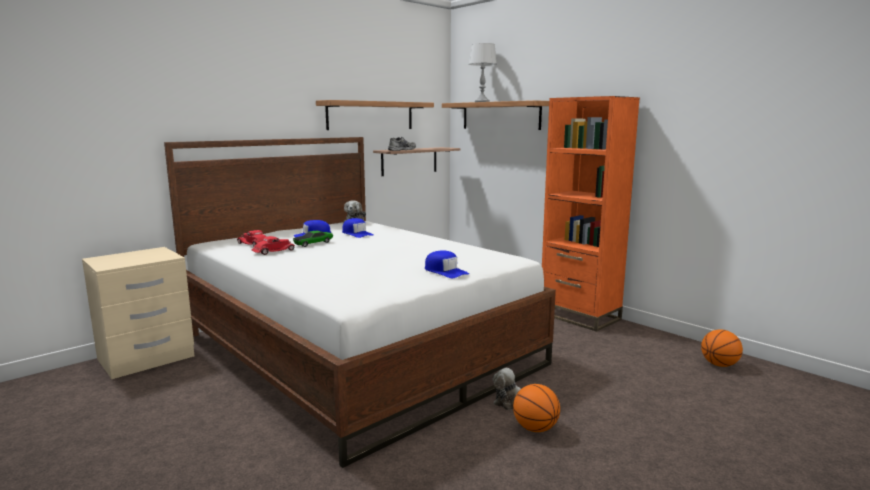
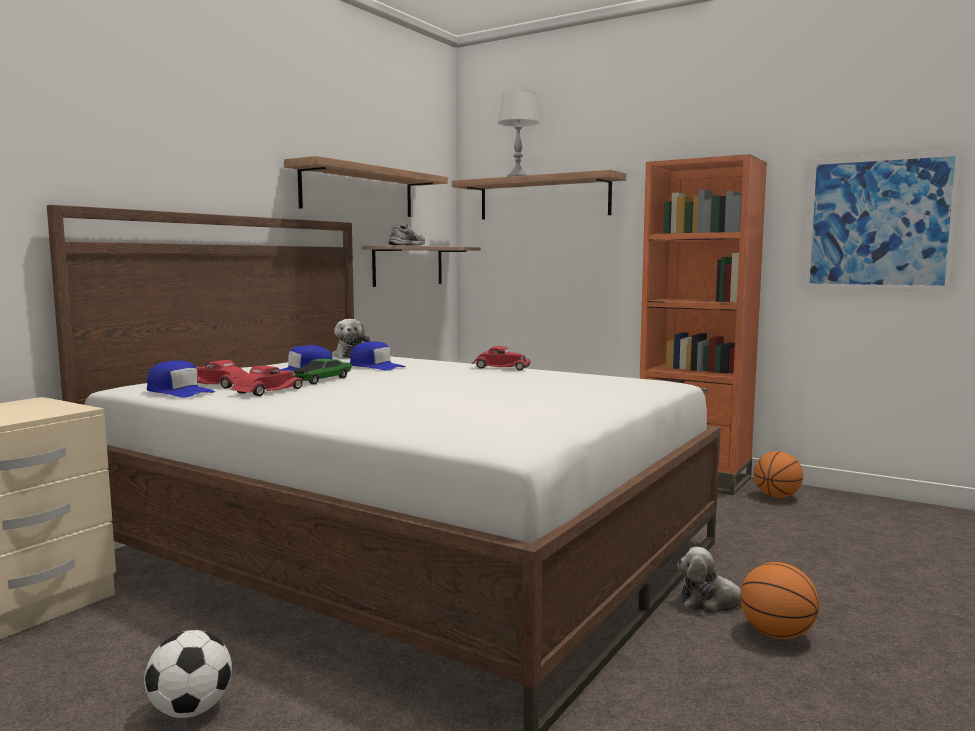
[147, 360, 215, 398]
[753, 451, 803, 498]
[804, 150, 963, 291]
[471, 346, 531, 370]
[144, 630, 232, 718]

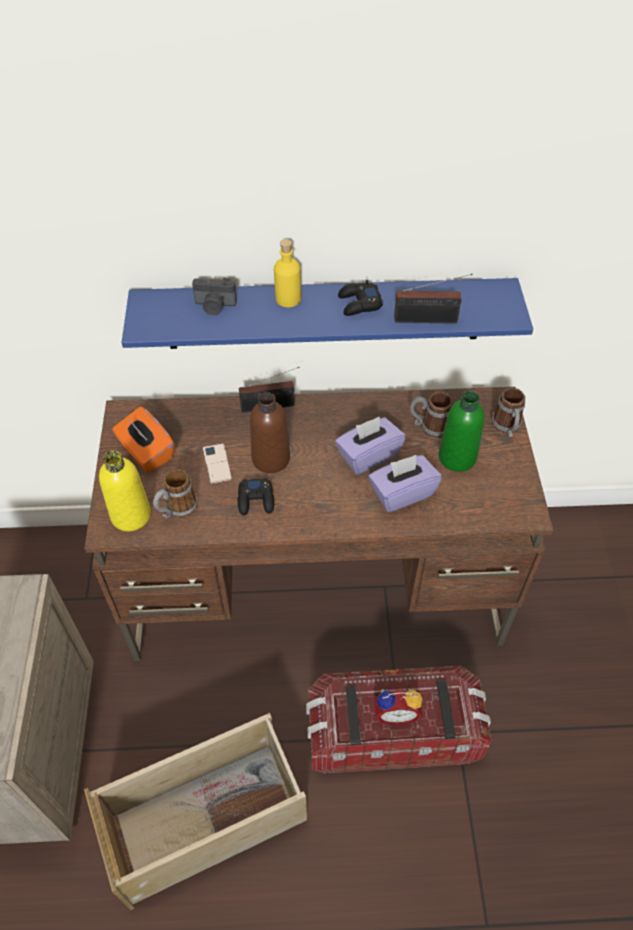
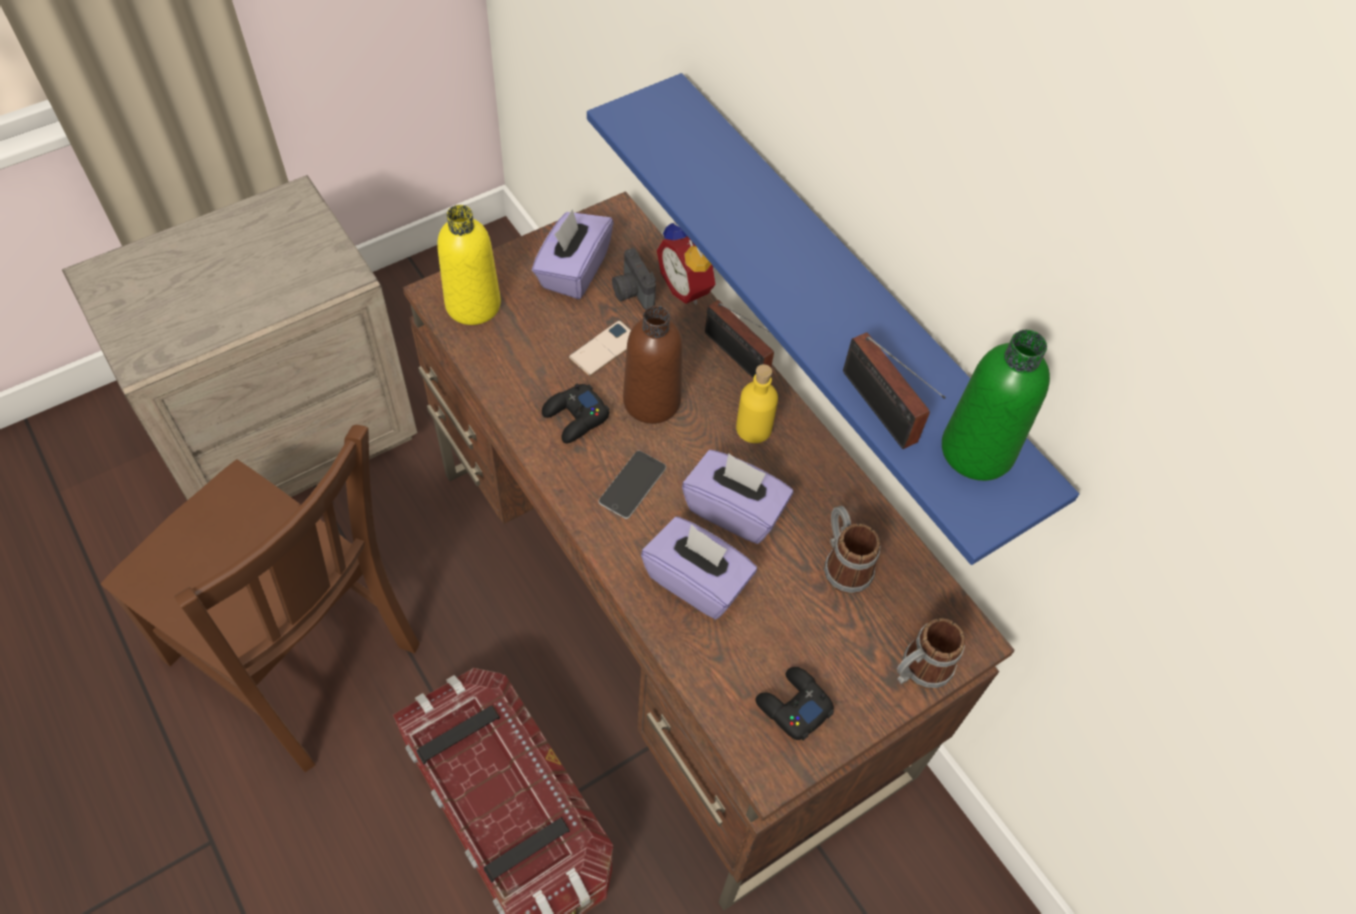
[736, 364, 778, 443]
[612, 248, 656, 310]
[755, 667, 834, 741]
[942, 330, 1050, 481]
[532, 209, 614, 299]
[153, 469, 198, 519] (first image)
[657, 222, 716, 305]
[101, 425, 420, 772]
[598, 451, 666, 519]

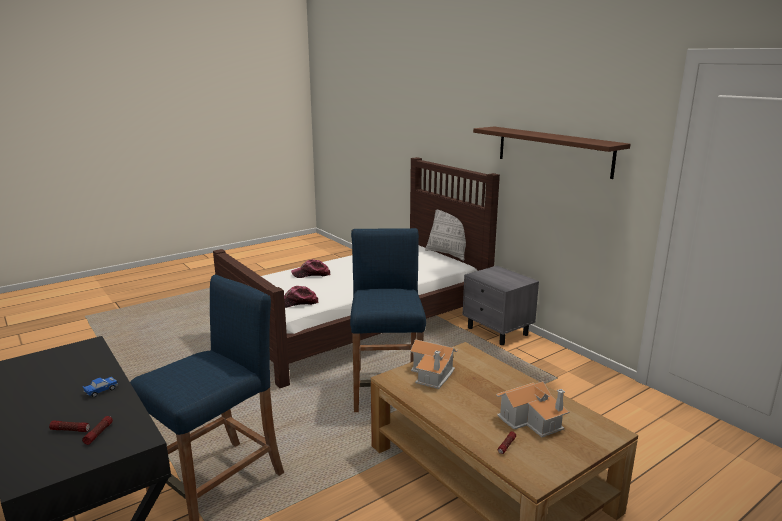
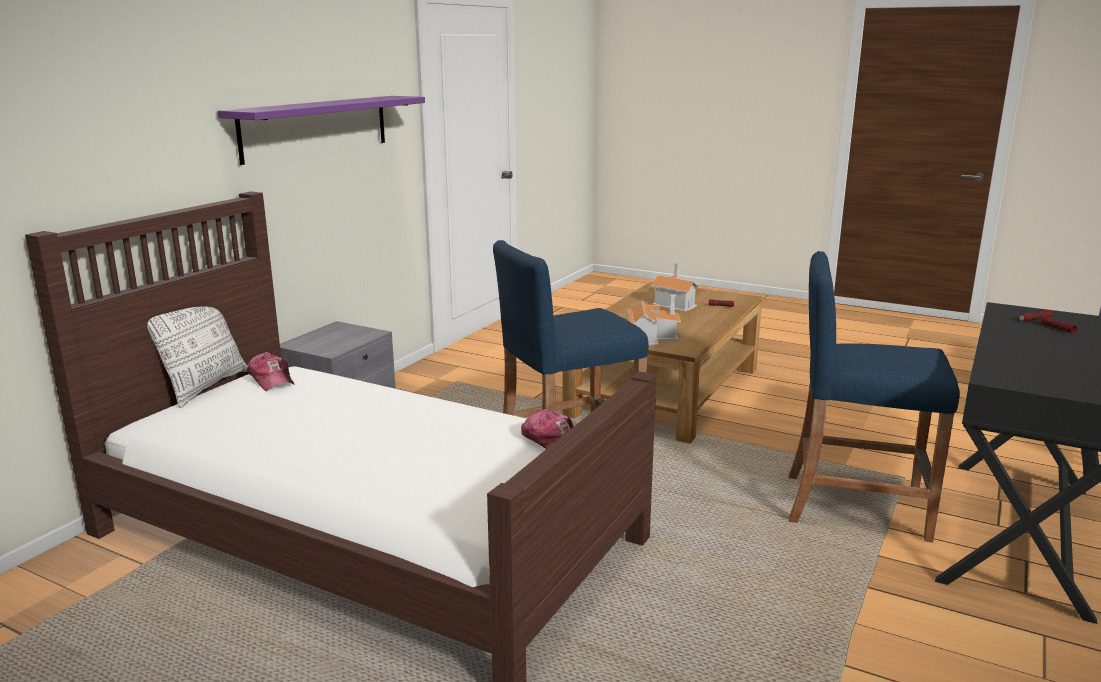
[217, 96, 425, 165]
[247, 352, 295, 391]
[82, 377, 118, 397] (first image)

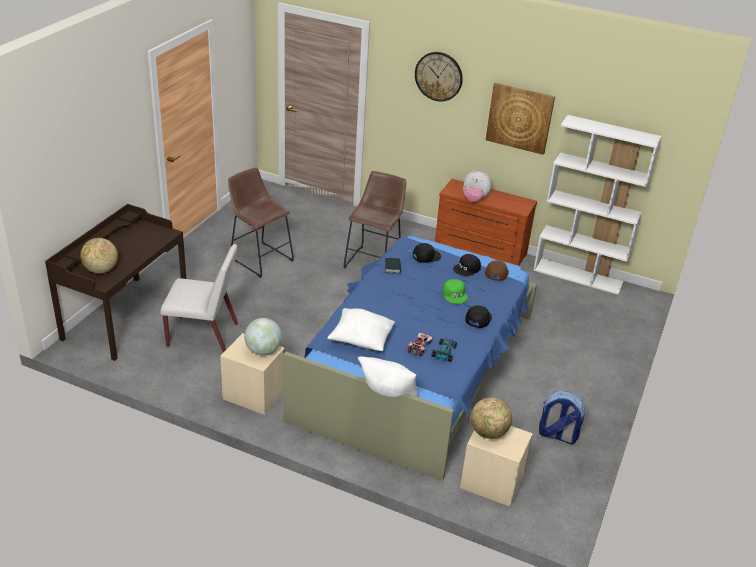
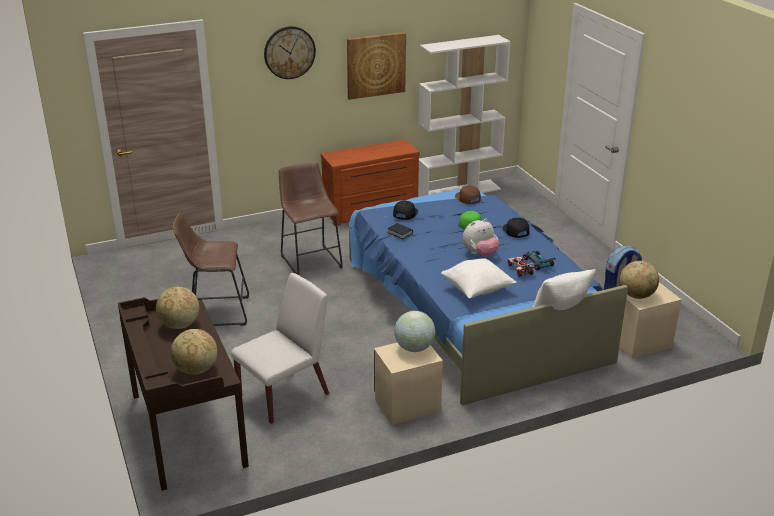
[462, 219, 500, 257]
[453, 254, 481, 276] (first image)
[156, 287, 199, 329]

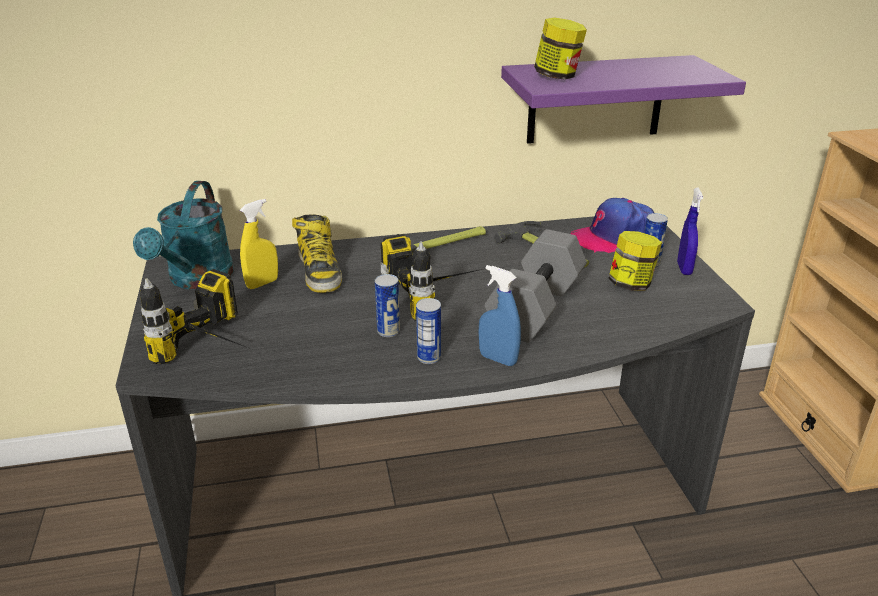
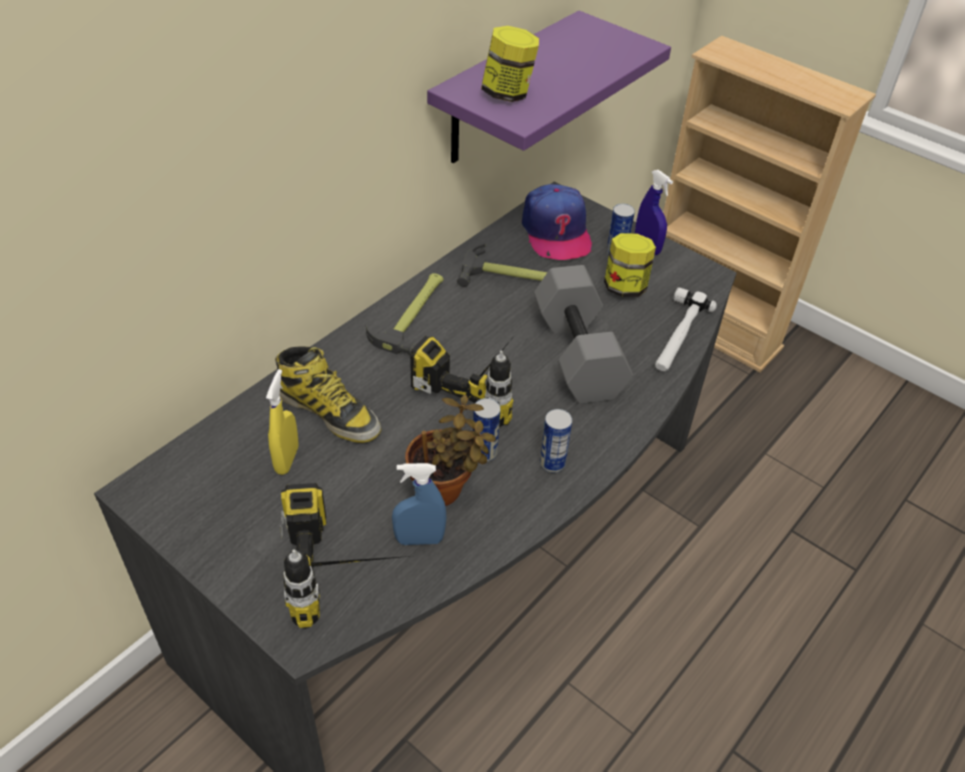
[133, 181, 234, 290] (first image)
[522, 184, 592, 260]
[392, 463, 446, 545]
[655, 287, 717, 371]
[405, 395, 496, 506]

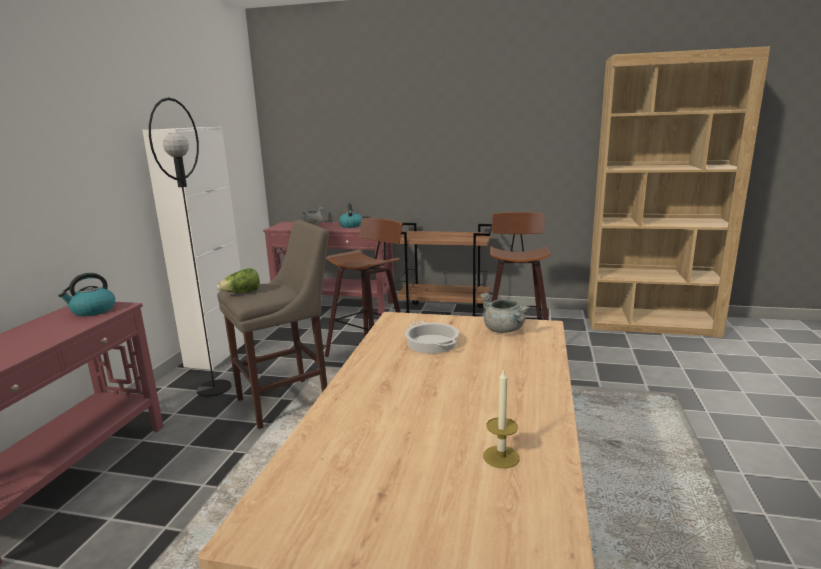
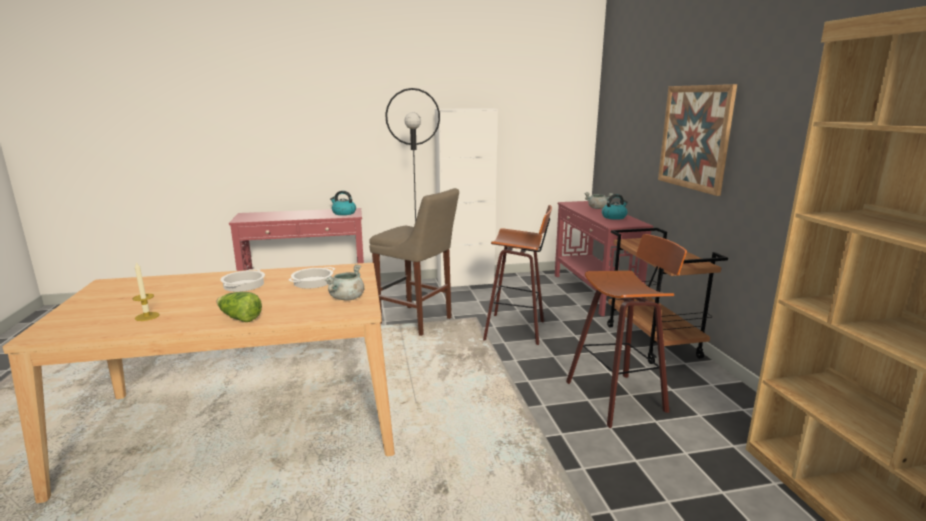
[216, 292, 262, 322]
[658, 84, 737, 196]
[220, 269, 265, 292]

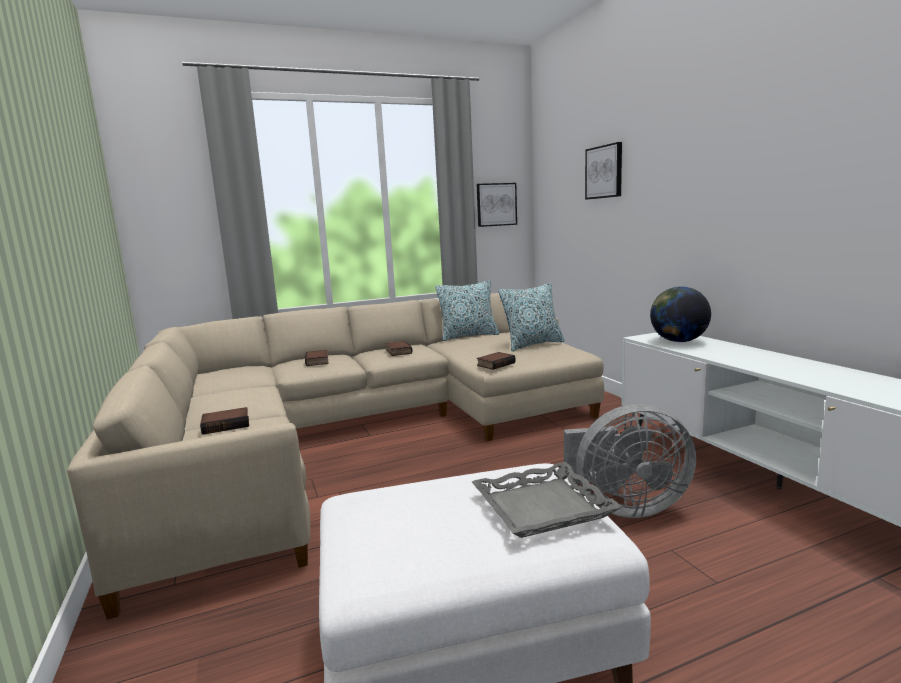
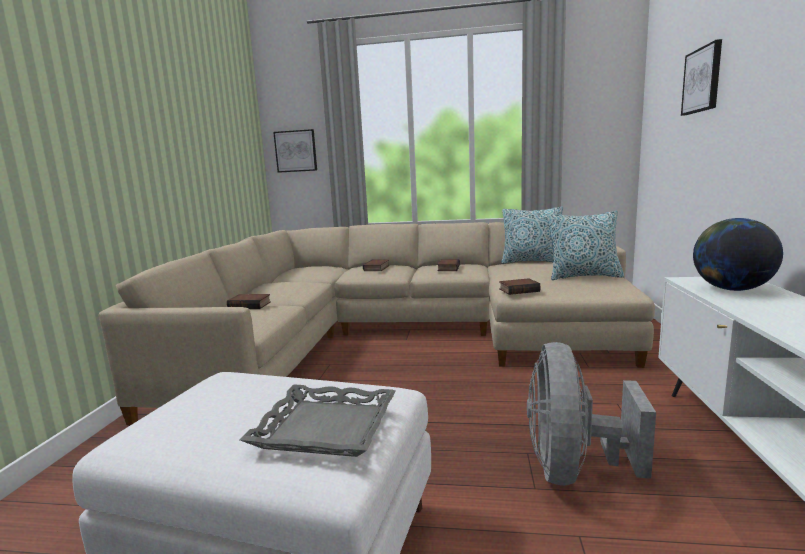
[273, 129, 317, 173]
[527, 342, 656, 486]

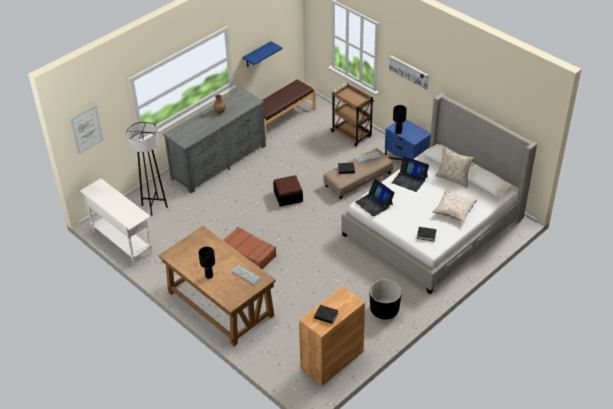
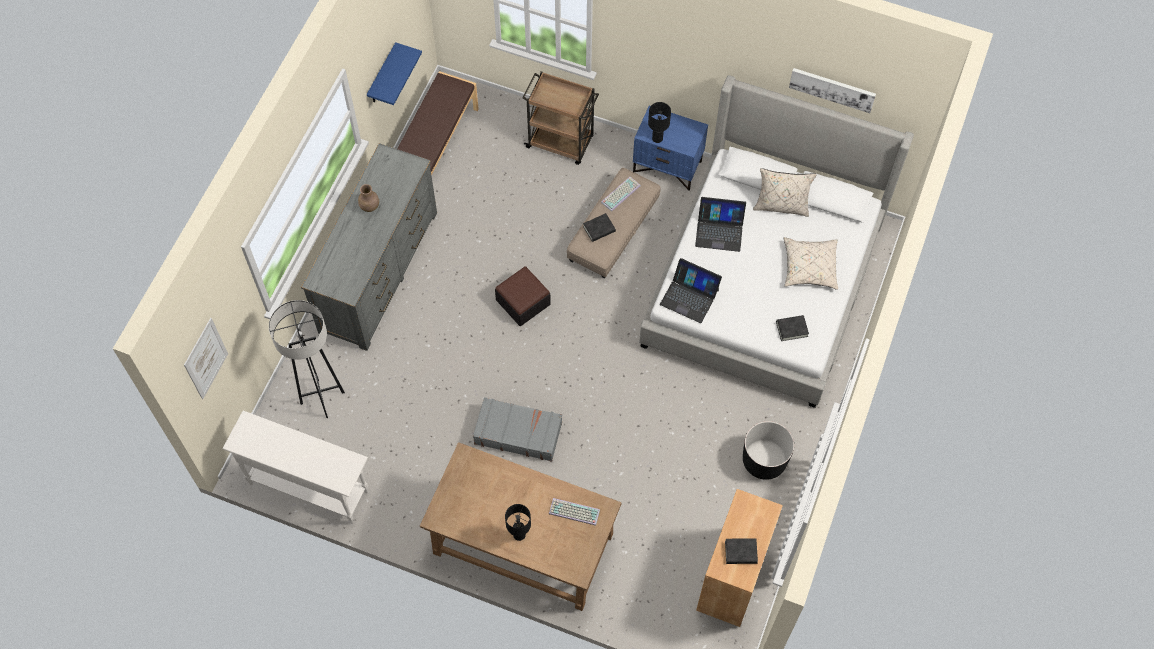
[789, 68, 876, 113]
[473, 397, 562, 462]

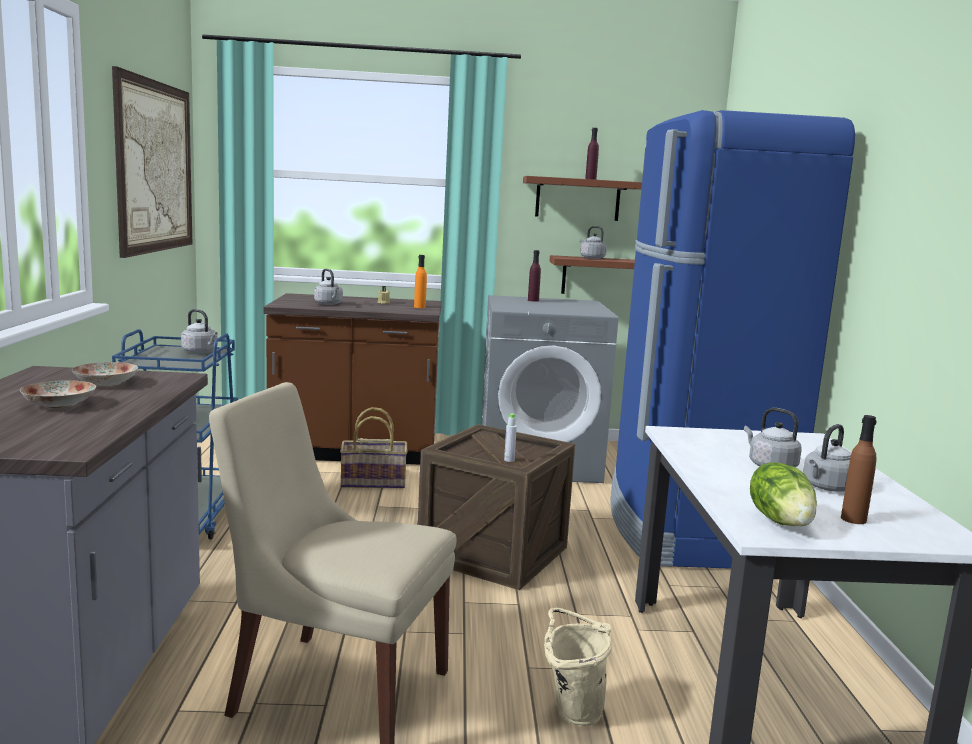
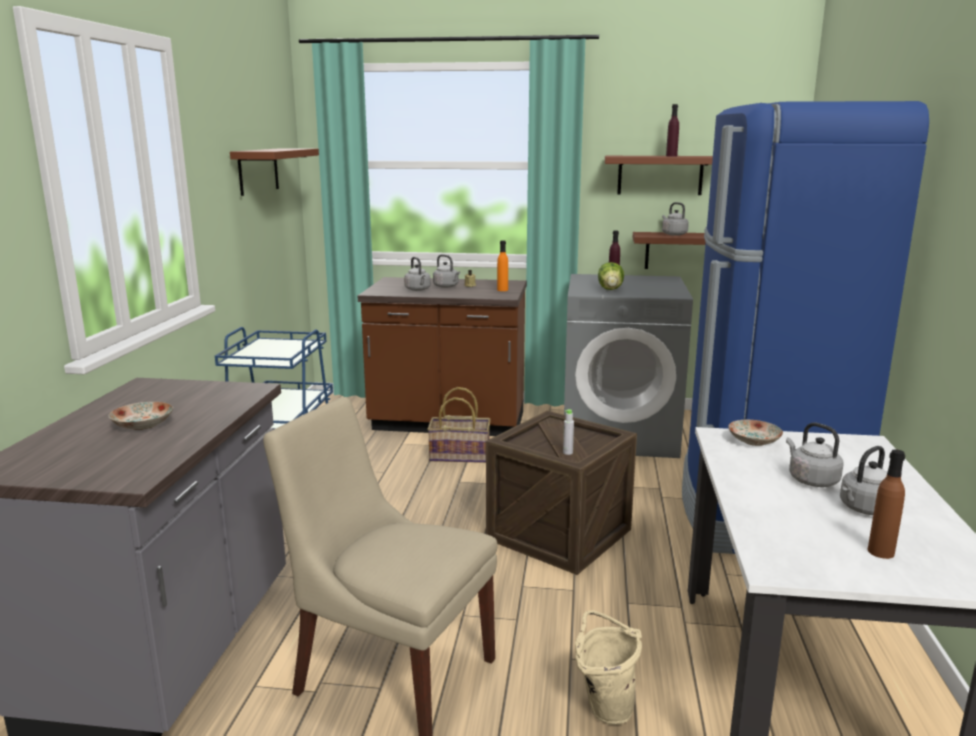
[230, 148, 319, 196]
[433, 254, 460, 288]
[728, 420, 783, 446]
[598, 262, 624, 290]

